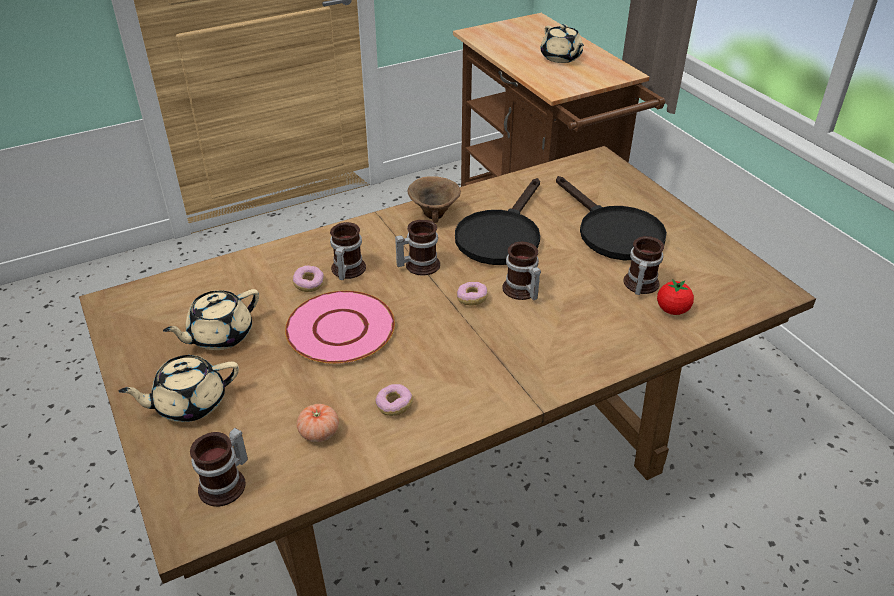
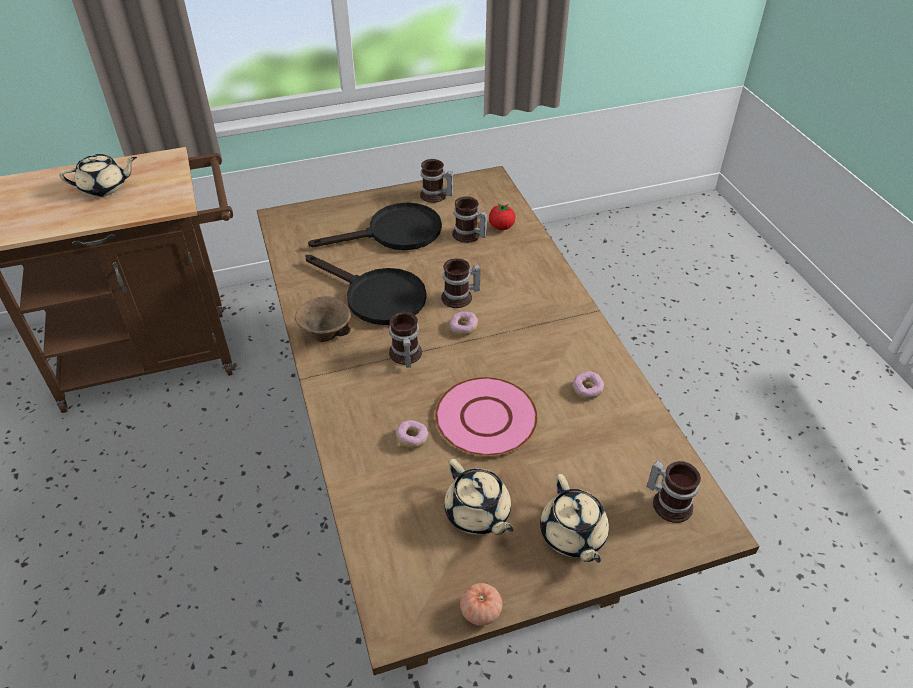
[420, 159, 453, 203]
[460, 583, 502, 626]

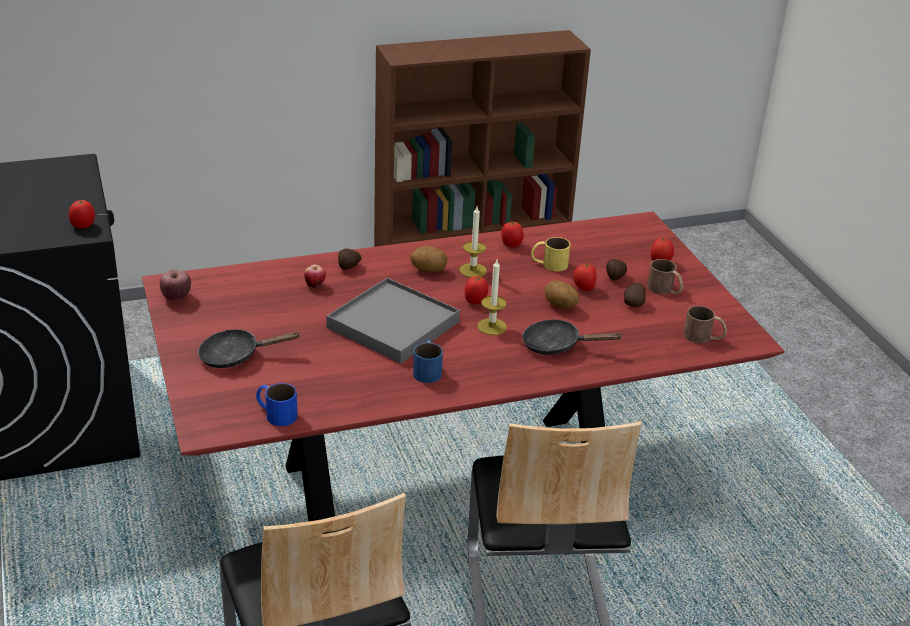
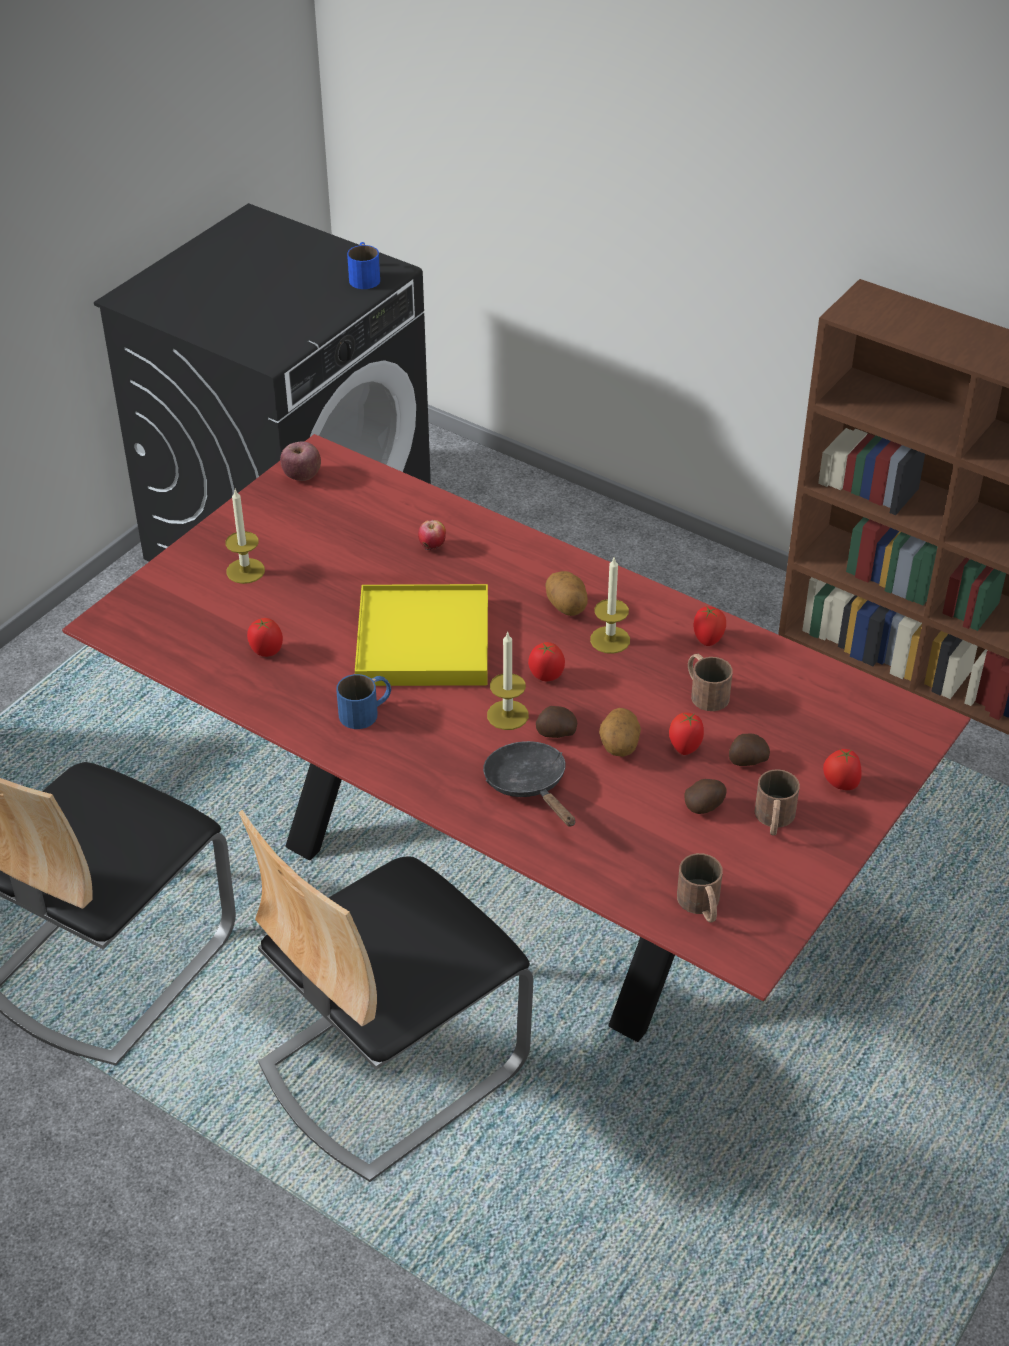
[247, 618, 283, 657]
[688, 654, 733, 711]
[536, 706, 577, 738]
[355, 584, 488, 686]
[225, 488, 265, 584]
[347, 242, 380, 289]

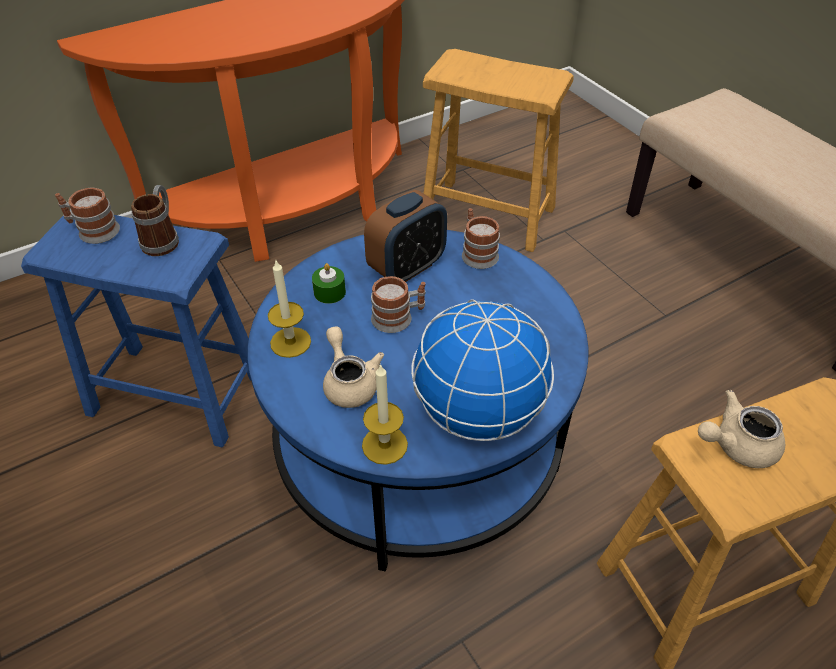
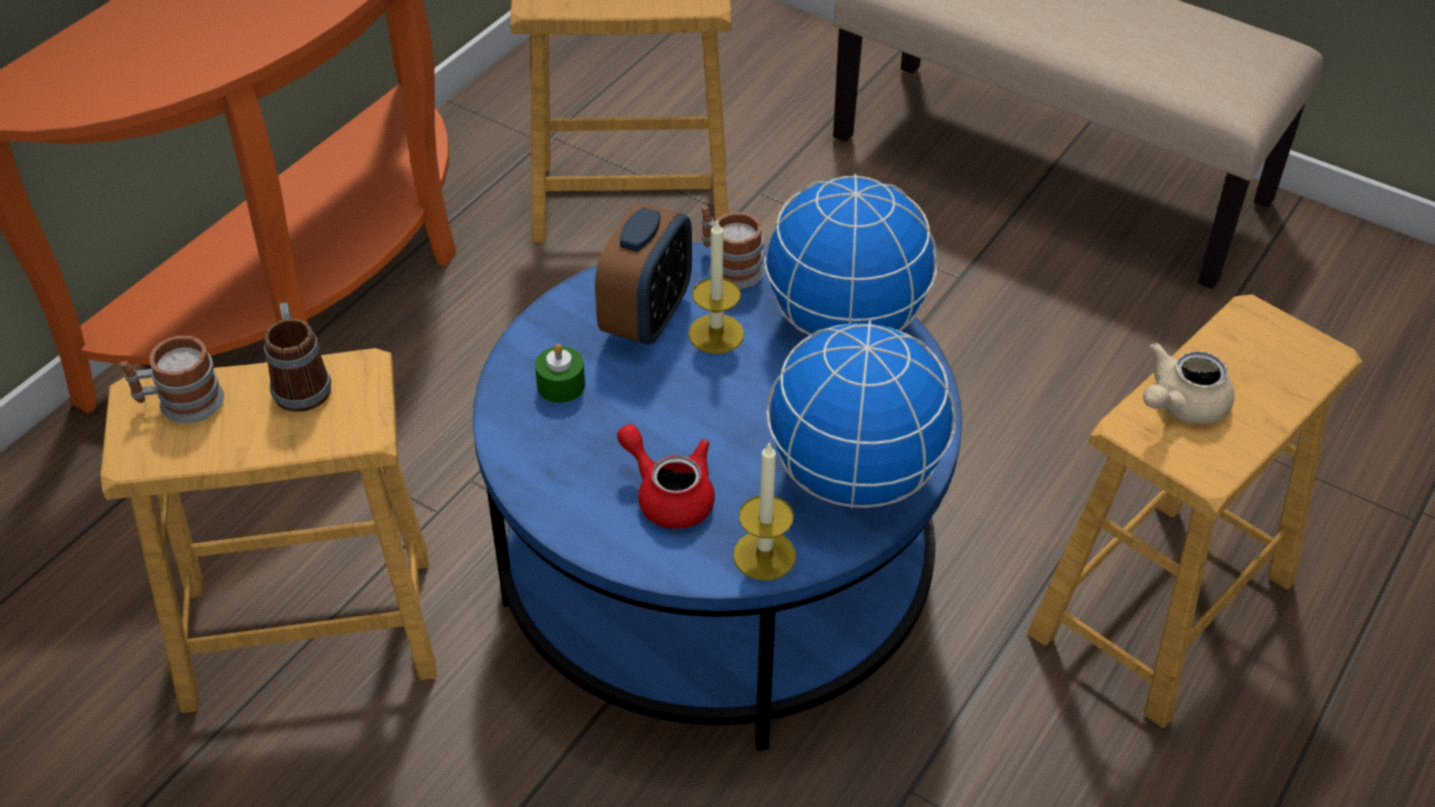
[101, 348, 436, 713]
[688, 219, 744, 354]
[371, 276, 426, 333] (first image)
[617, 424, 715, 529]
[764, 173, 938, 337]

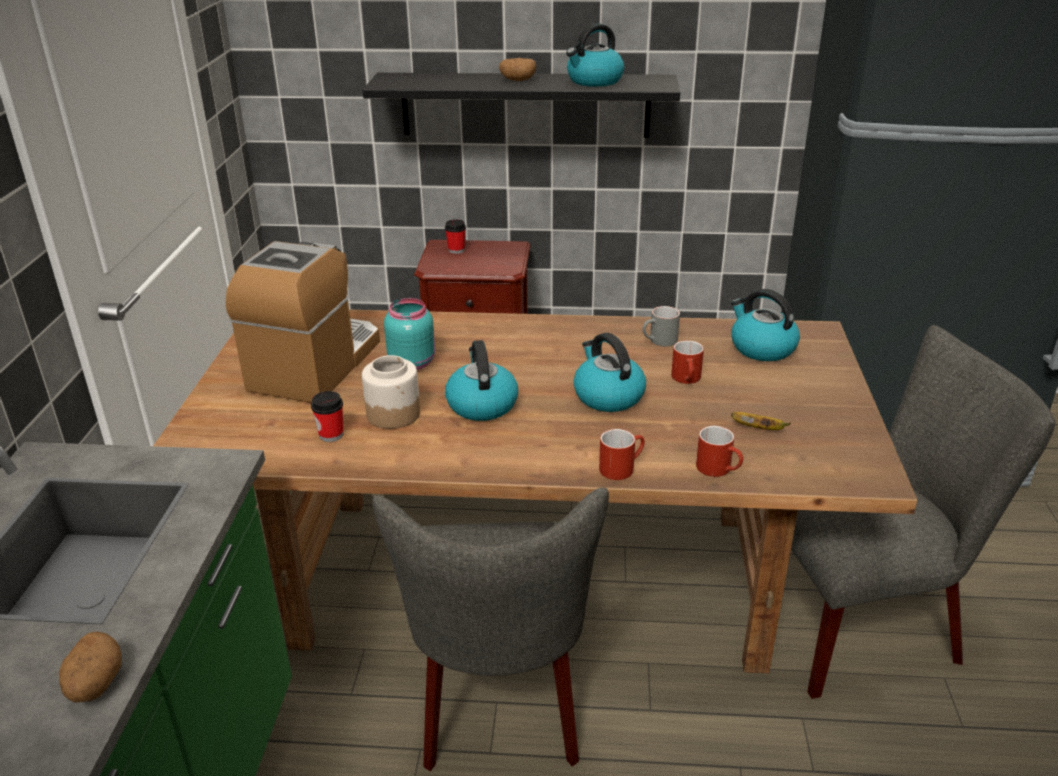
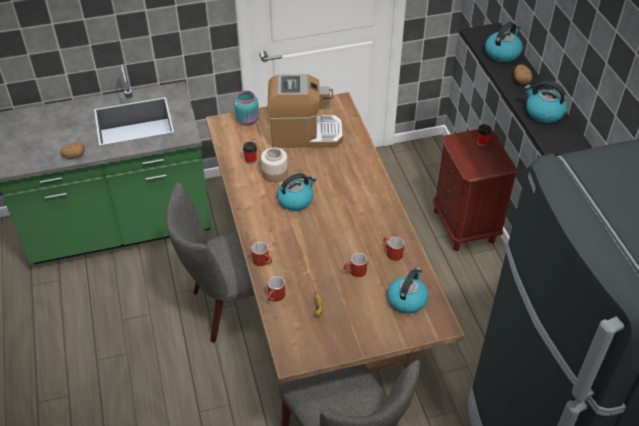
[234, 91, 259, 126]
[383, 237, 405, 261]
[485, 22, 523, 62]

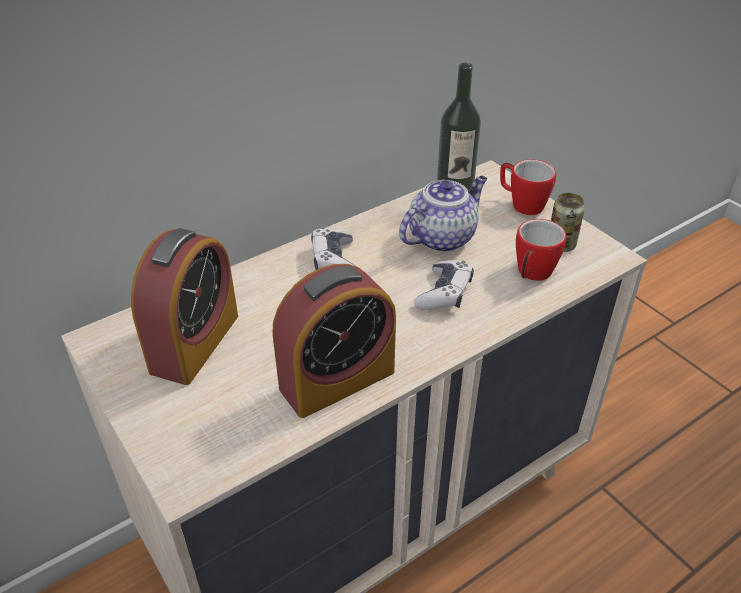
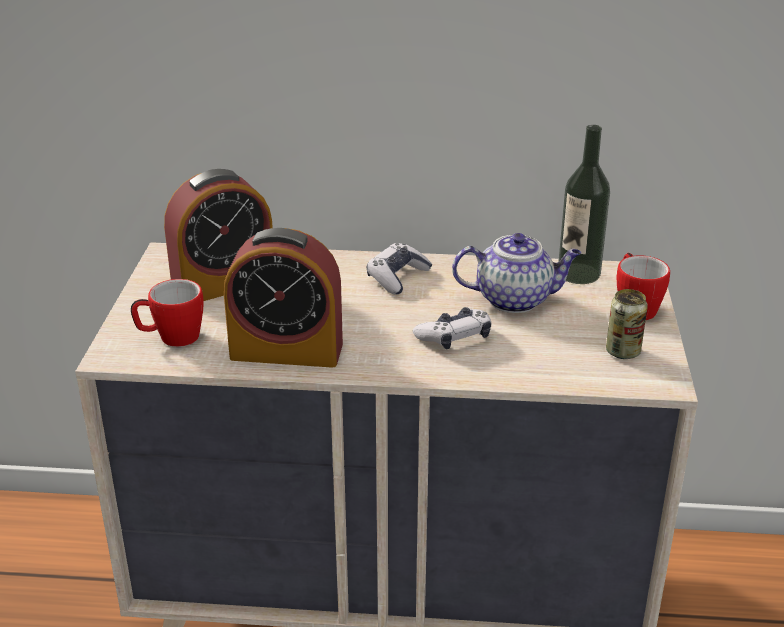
[131, 279, 204, 347]

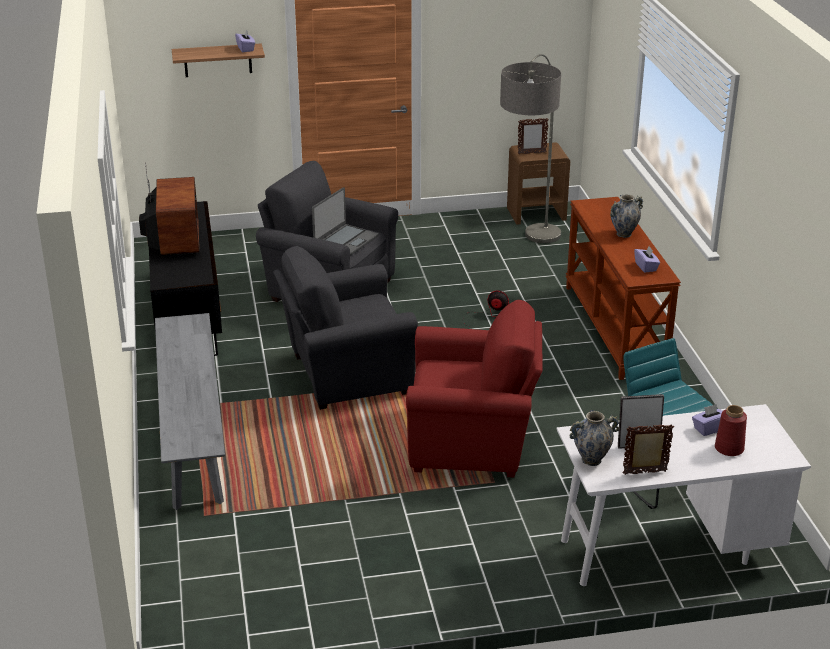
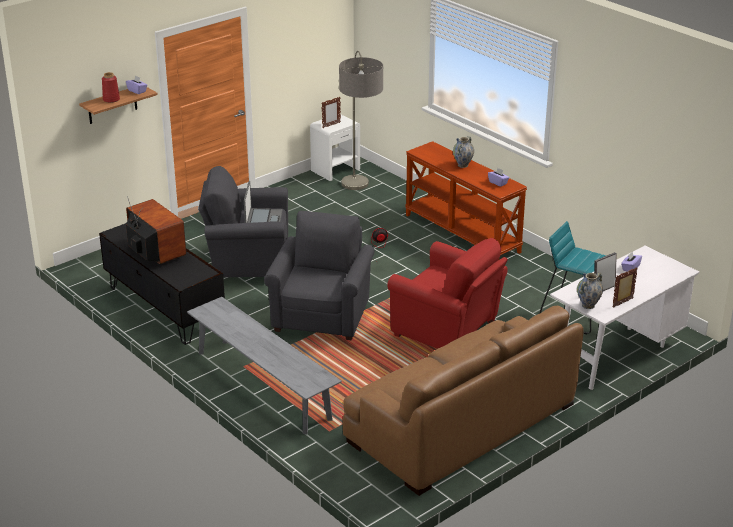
[310, 115, 360, 181]
[264, 211, 374, 340]
[387, 238, 508, 349]
[102, 72, 120, 103]
[343, 306, 584, 496]

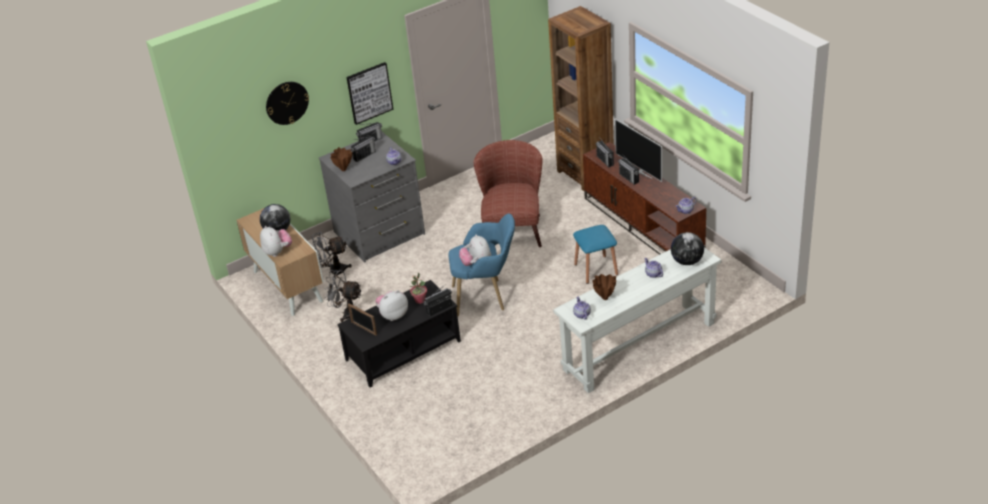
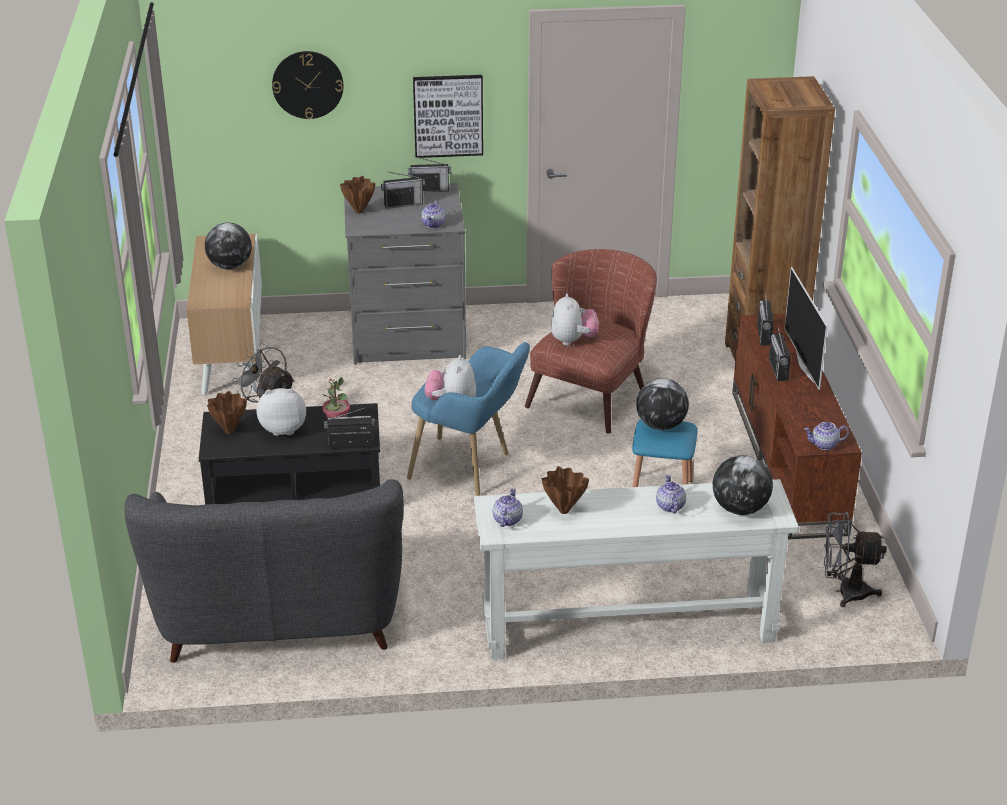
[551, 294, 599, 346]
[824, 512, 887, 607]
[207, 391, 247, 434]
[636, 378, 689, 430]
[124, 479, 404, 663]

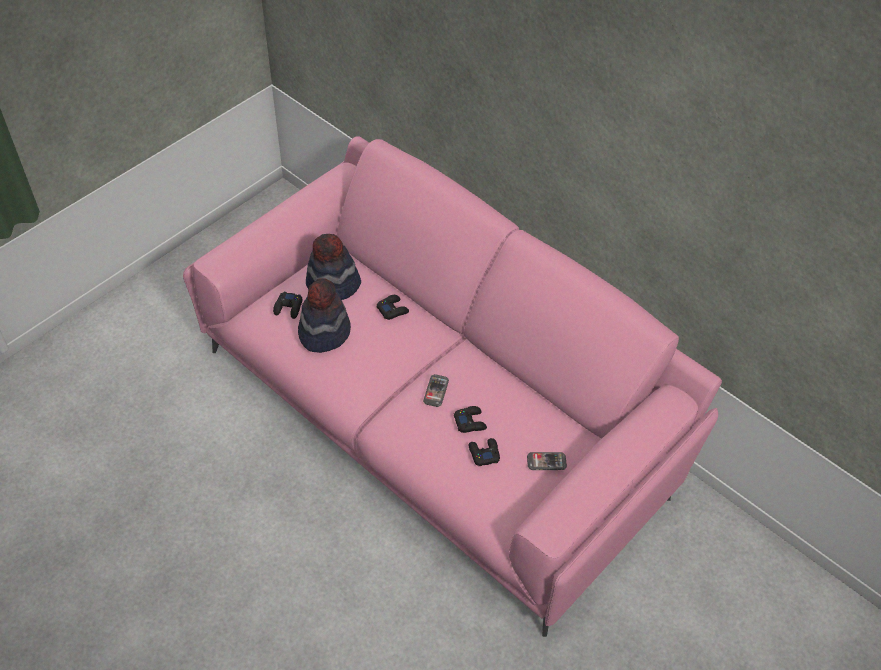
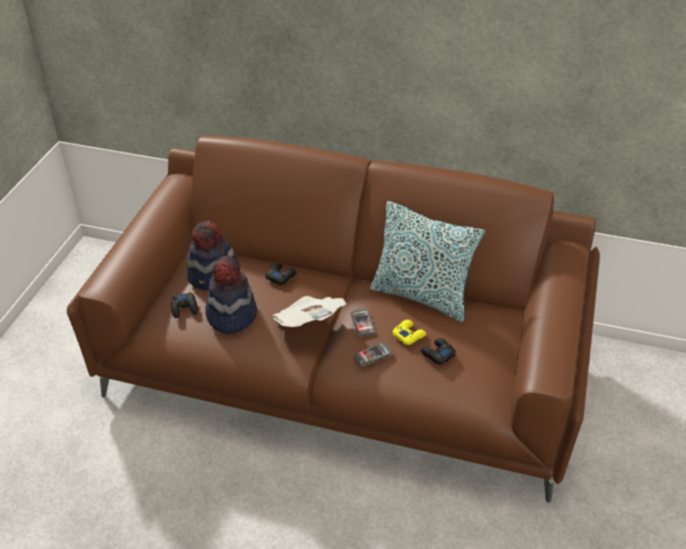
[67, 135, 600, 503]
[392, 320, 426, 345]
[353, 342, 392, 366]
[370, 201, 485, 322]
[272, 296, 347, 327]

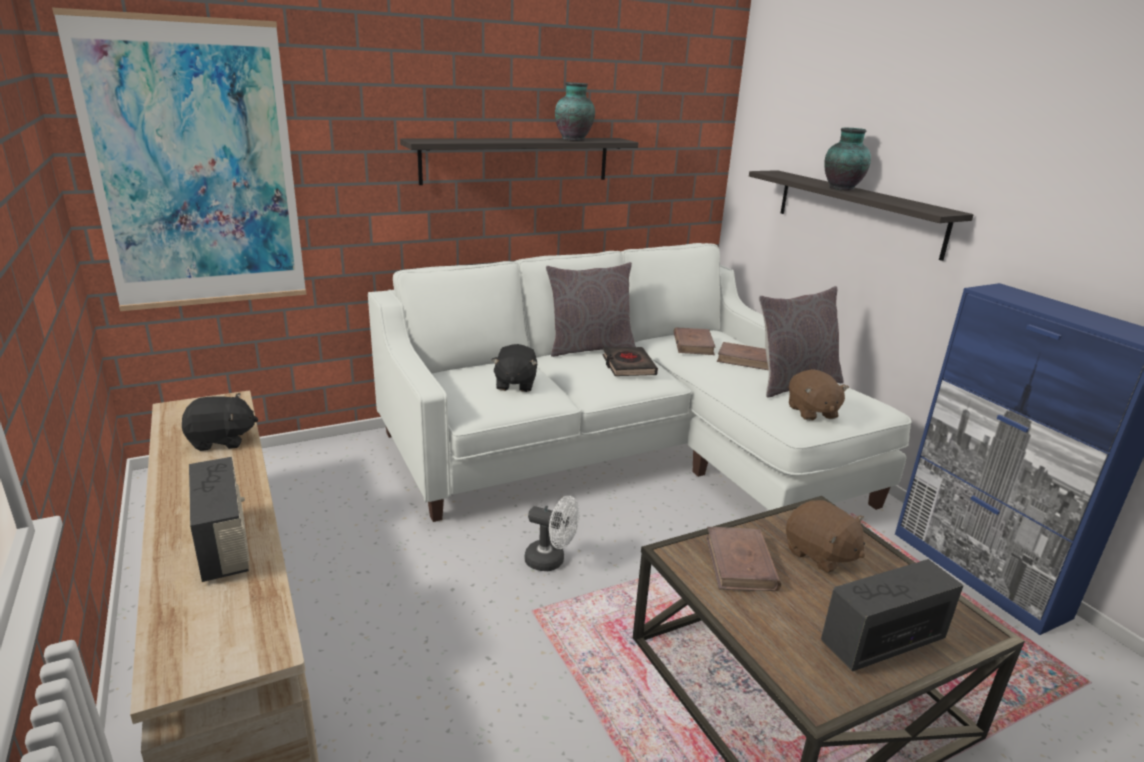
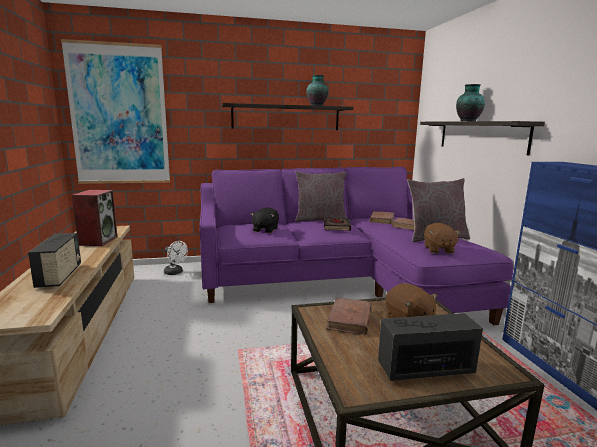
[199, 167, 513, 325]
[72, 190, 118, 246]
[164, 241, 188, 275]

